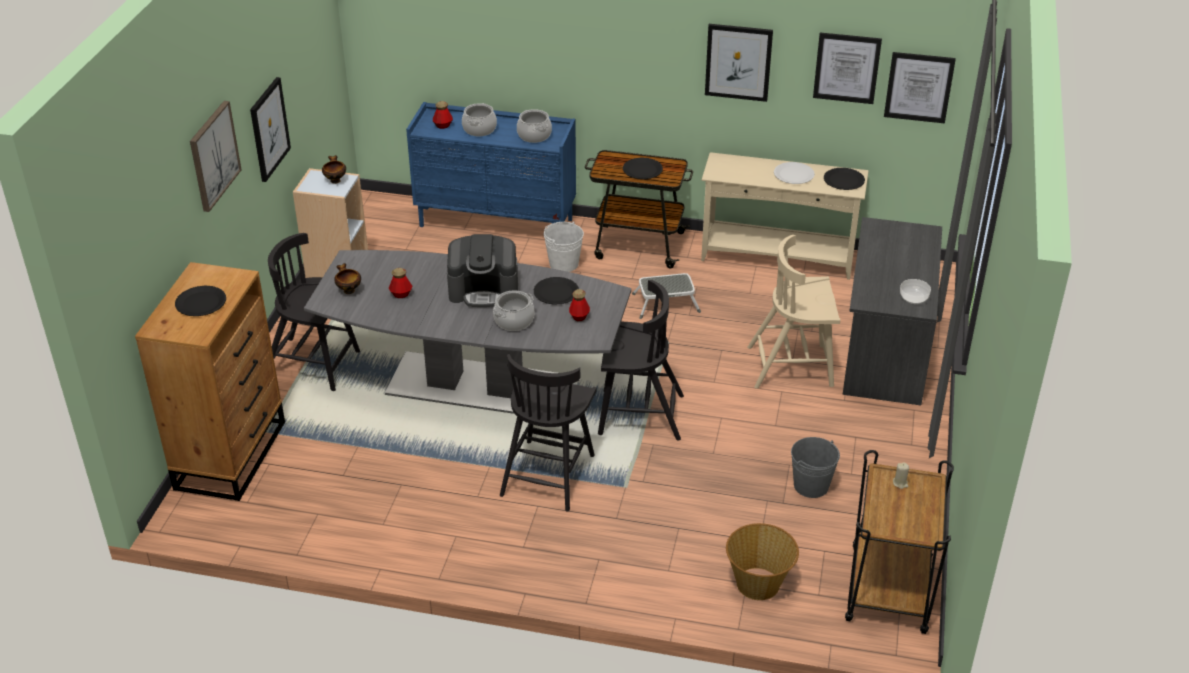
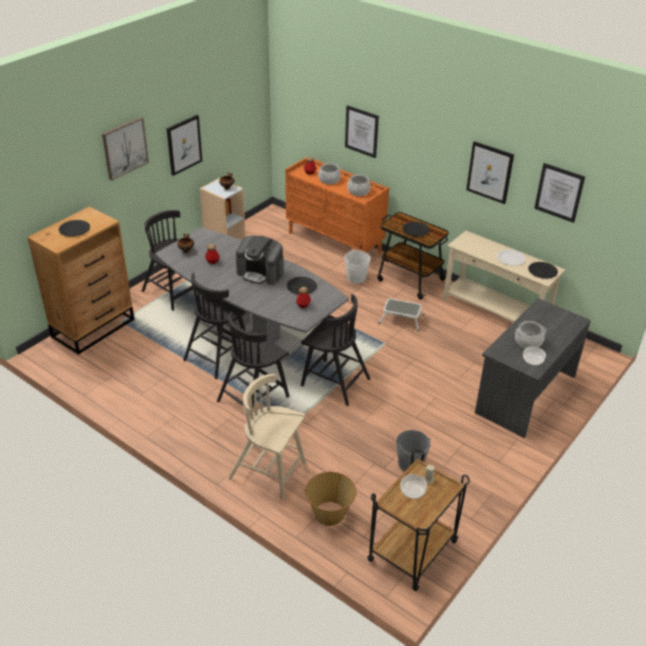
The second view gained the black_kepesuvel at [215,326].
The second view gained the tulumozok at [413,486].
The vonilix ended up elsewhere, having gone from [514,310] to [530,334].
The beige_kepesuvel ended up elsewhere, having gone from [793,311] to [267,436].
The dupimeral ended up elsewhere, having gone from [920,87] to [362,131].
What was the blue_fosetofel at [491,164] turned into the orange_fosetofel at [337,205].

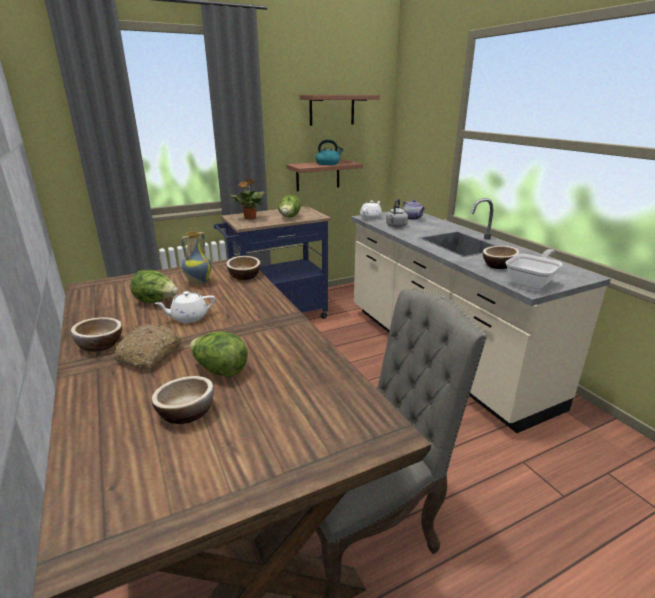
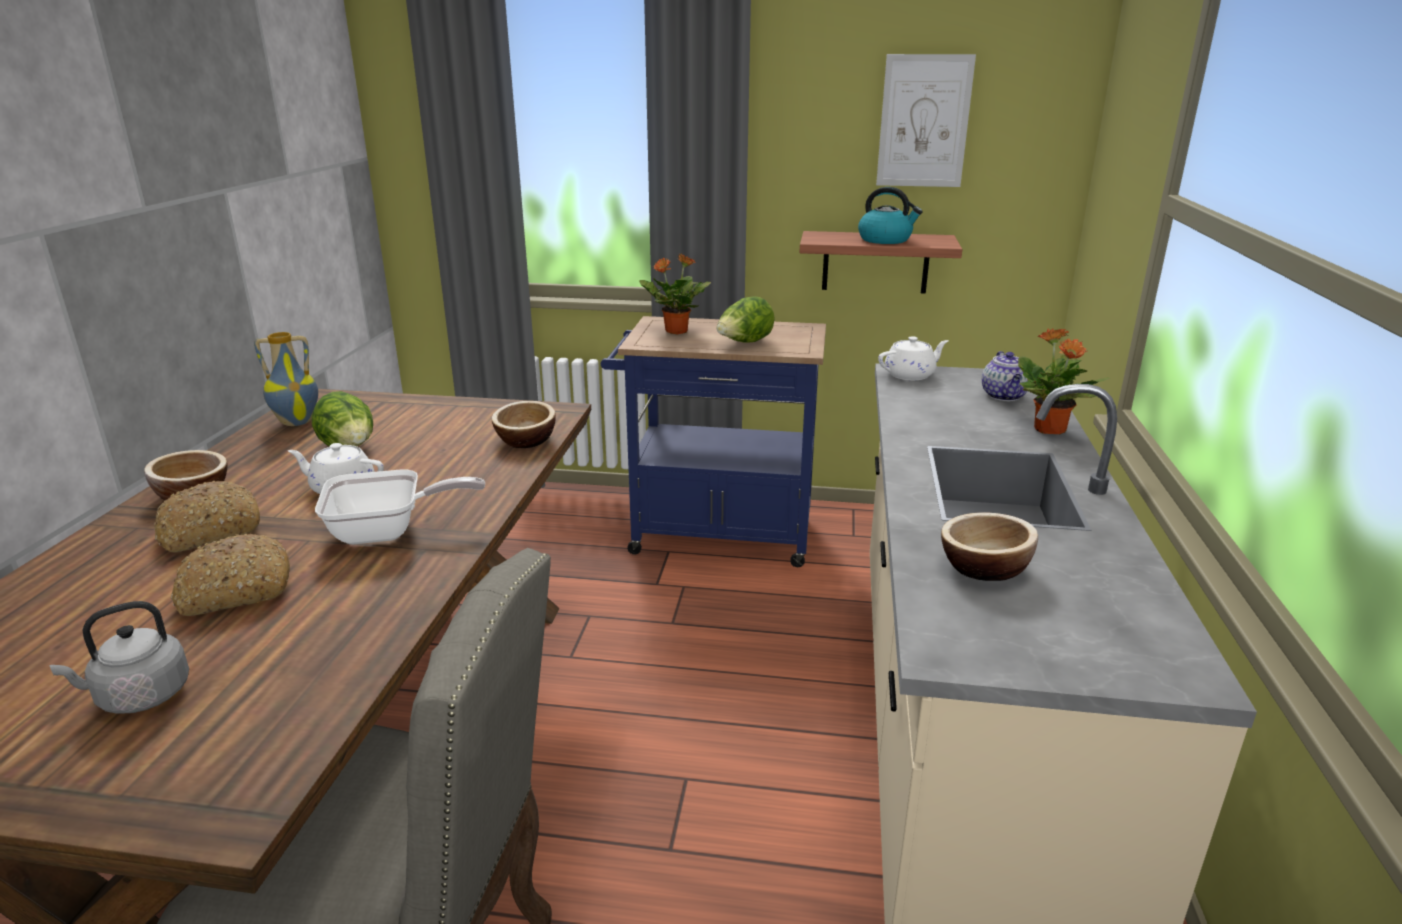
The second view lost the tulumozok at [182,400].
The second view gained the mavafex at [1064,381].
The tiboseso ended up elsewhere, having gone from [196,258] to [286,379].
The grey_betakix ended up elsewhere, having gone from [397,213] to [119,657].
The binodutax ended up elsewhere, having gone from [534,269] to [400,507].
Where the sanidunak stood at [219,354], the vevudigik came to stand at [230,575].
Where the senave hung at [340,110], the dupimeral came to hang at [926,120].

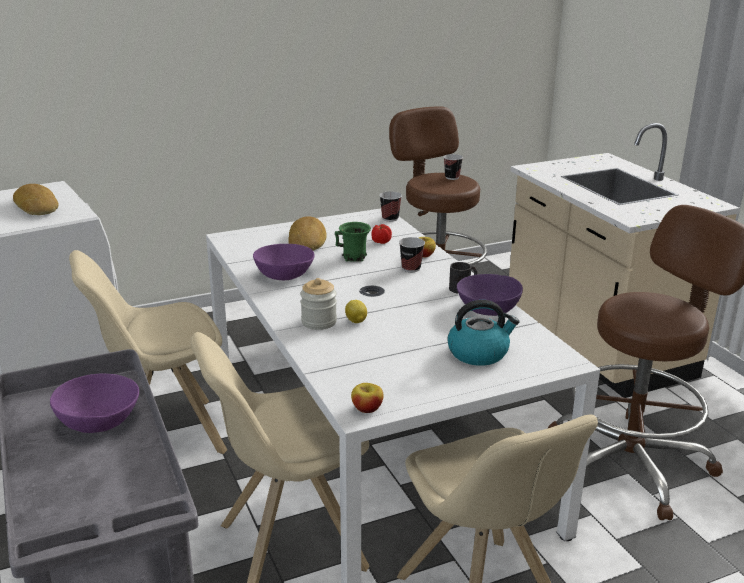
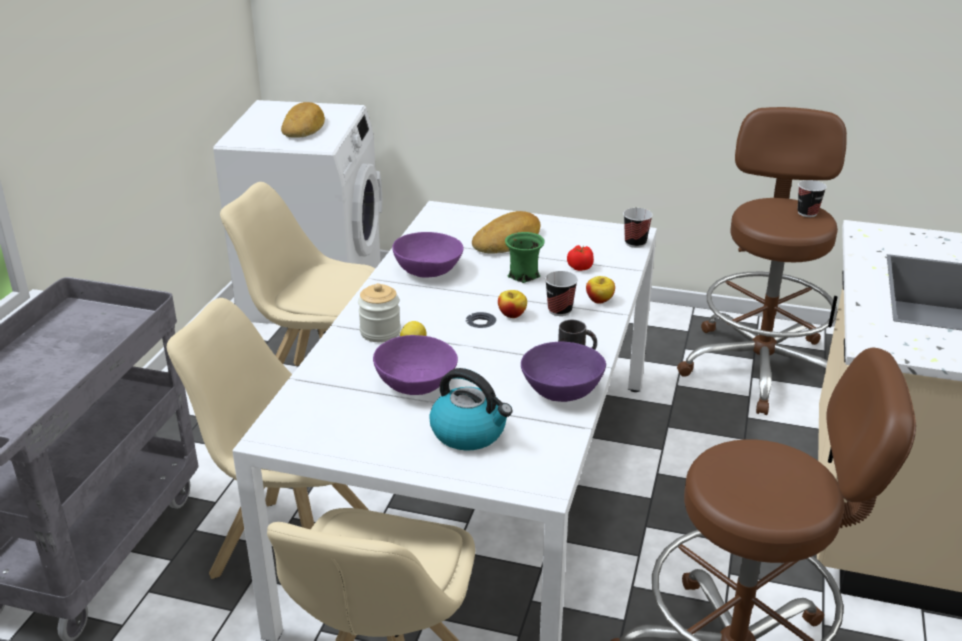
The purple_tulumozok ended up elsewhere, having gone from [94,403] to [415,365].
The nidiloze ended up elsewhere, having gone from [367,398] to [512,304].

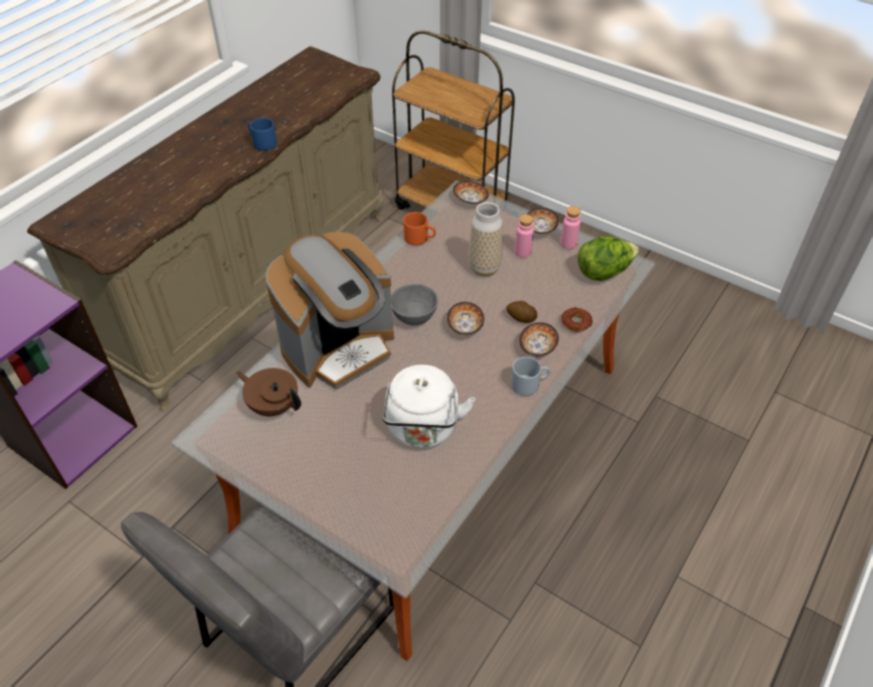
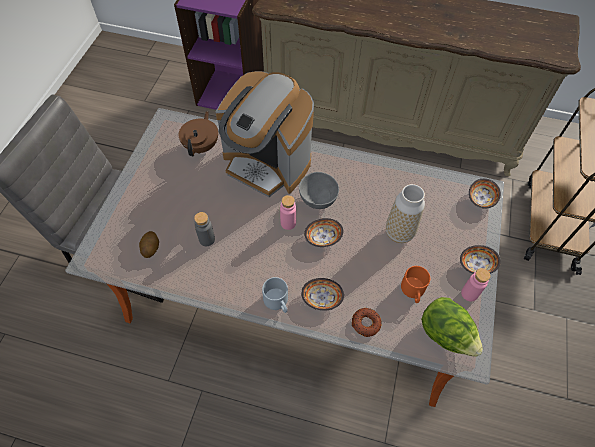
The second view lost the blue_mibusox at [262,134].
The orange_mibusox ended up elsewhere, having gone from [419,228] to [415,284].
The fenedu ended up elsewhere, having gone from [521,312] to [149,244].
The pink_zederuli ended up elsewhere, having gone from [524,236] to [288,212].
Where the white_betakix stood at [429,406], the grey_zederuli came to stand at [204,229].

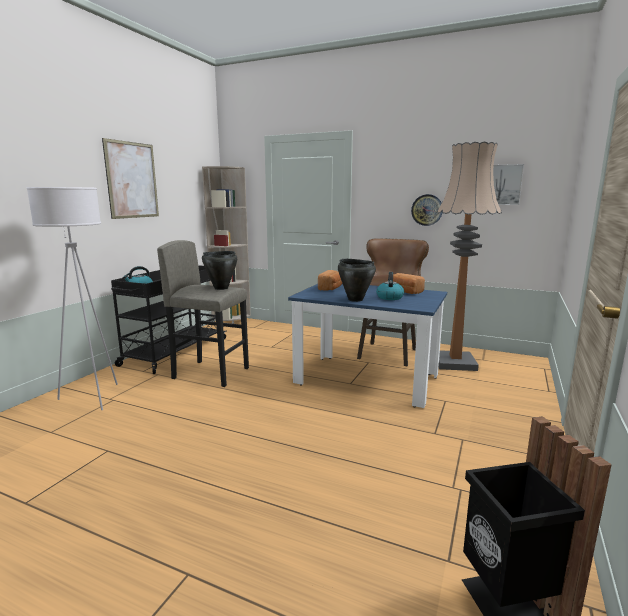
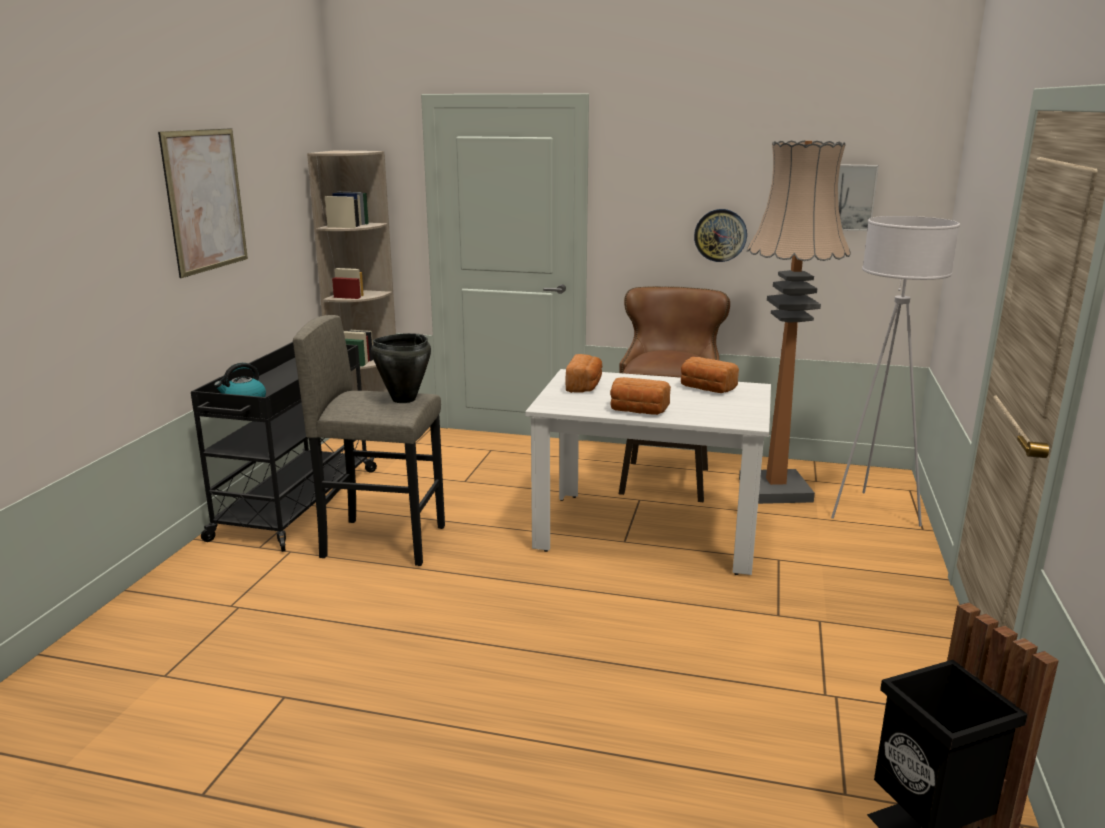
The second view lost the betakix at [390,286].
The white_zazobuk ended up elsewhere, having gone from [72,298] to [895,371].
Where the black_vonilix stood at [357,280], the vevudigik came to stand at [640,396].
What was the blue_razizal at [367,346] turned into the white_razizal at [648,472].

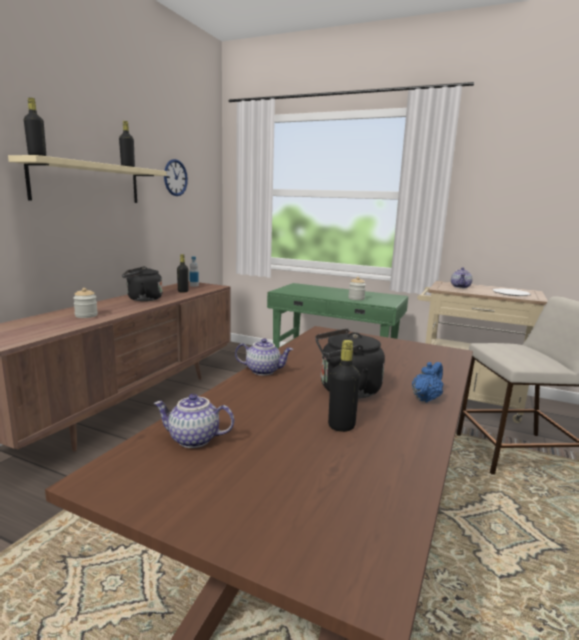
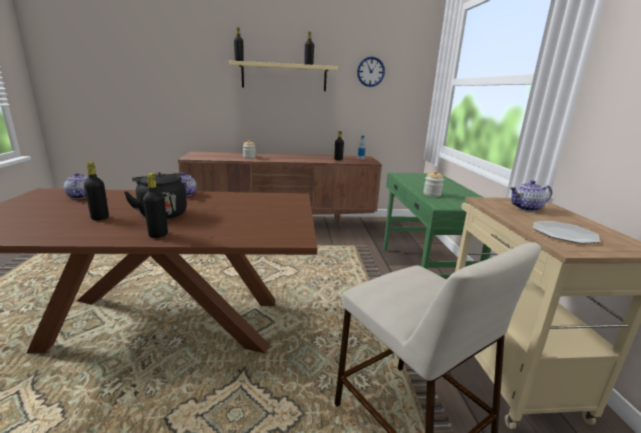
The second view lost the black_betakix at [142,283].
Where the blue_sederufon stood at [428,382], the black_zederuli came to stand at [155,205].

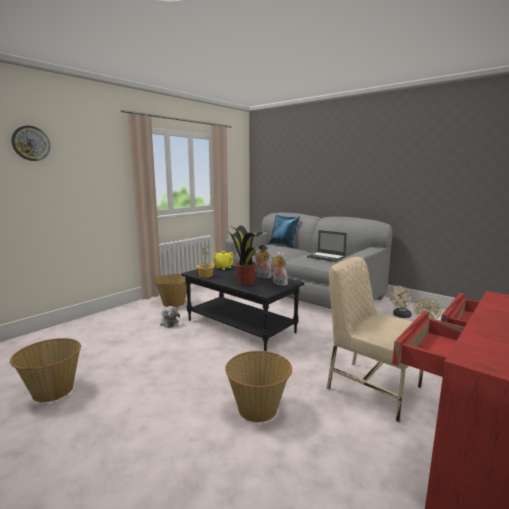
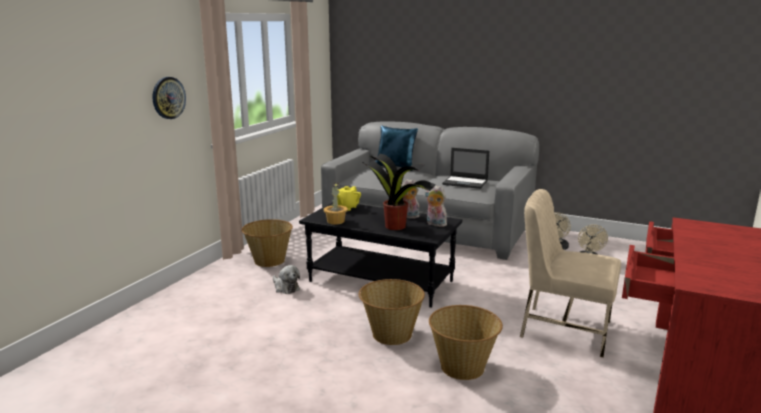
The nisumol ended up elsewhere, having gone from [45,370] to [392,312].
The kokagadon ended up elsewhere, having gone from [30,143] to [169,98].

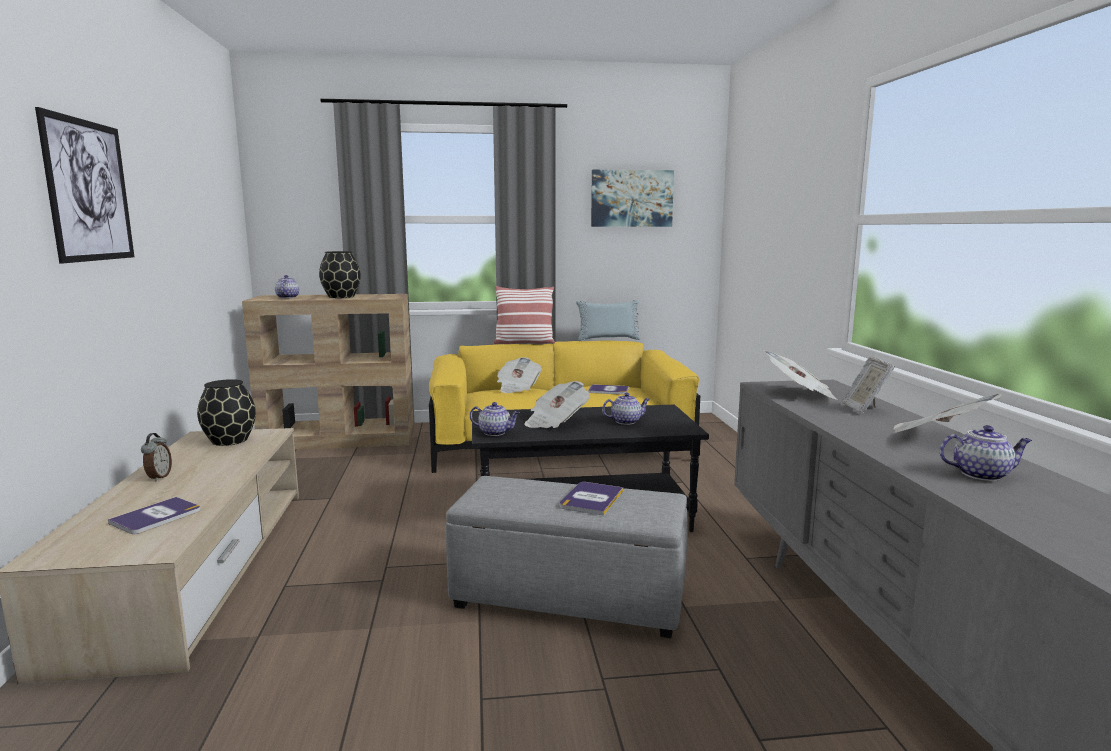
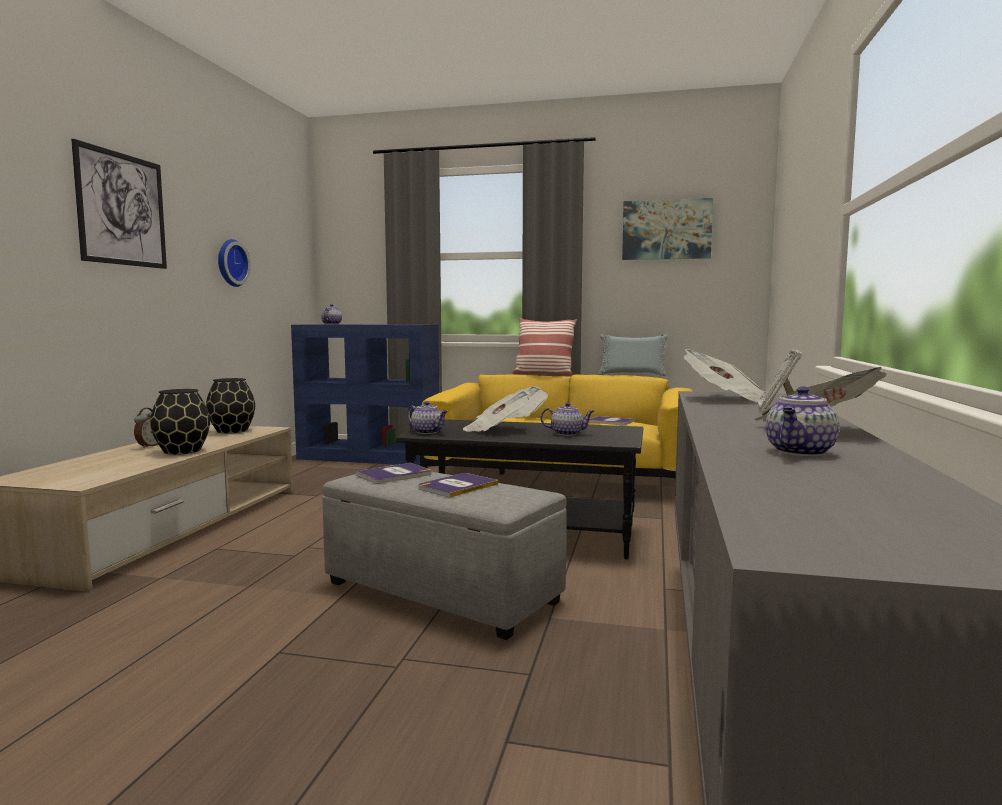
The second view gained the kokagadon at [234,263].
The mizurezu ended up elsewhere, having gone from [154,515] to [393,473].
The black_tiboseso ended up elsewhere, having gone from [340,274] to [180,422].
What was the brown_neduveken at [328,372] turned into the blue_neduveken at [365,395].
The sederufon at [985,453] ended up facing another way, 105 degrees clockwise from before.

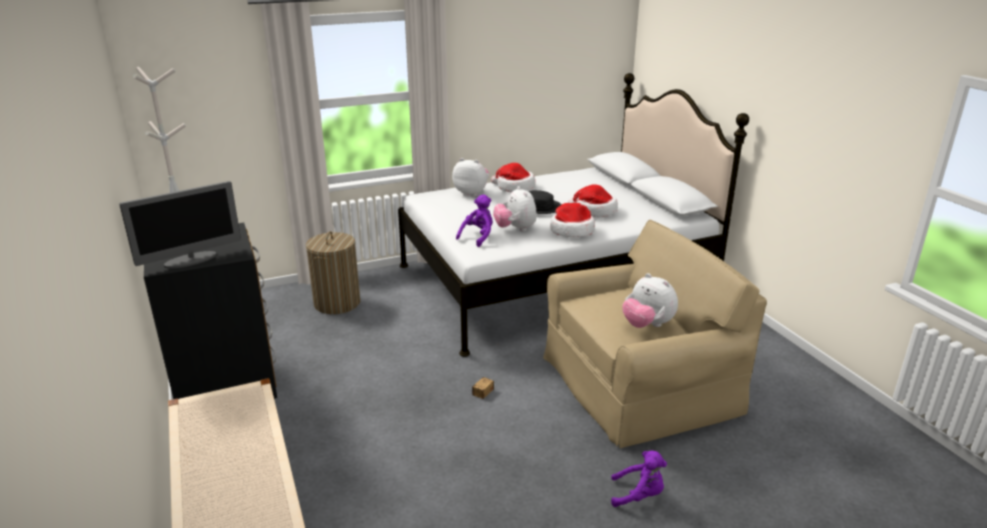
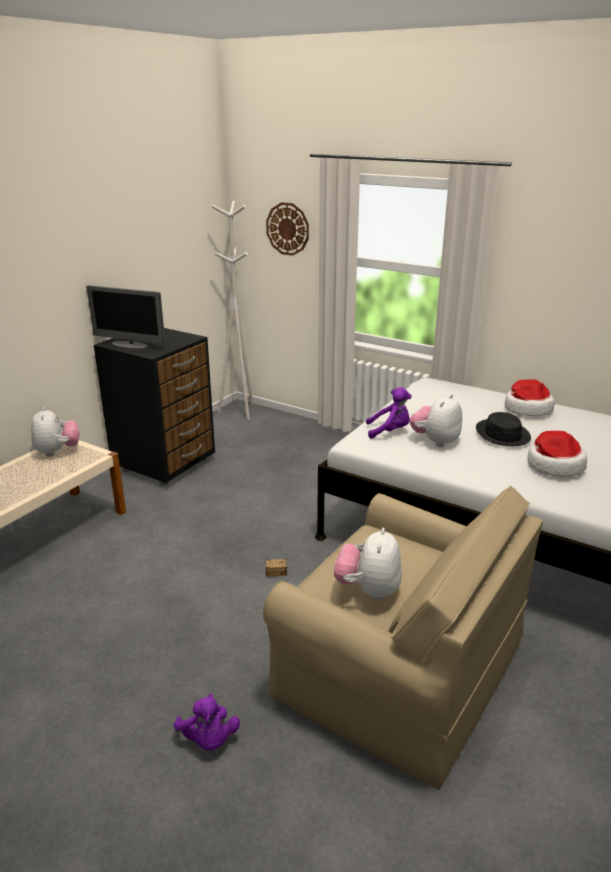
The second view lost the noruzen at [333,272].
The second view lost the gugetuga at [572,220].
The second view gained the kokagadon at [287,229].
The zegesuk ended up elsewhere, having gone from [470,177] to [55,432].

